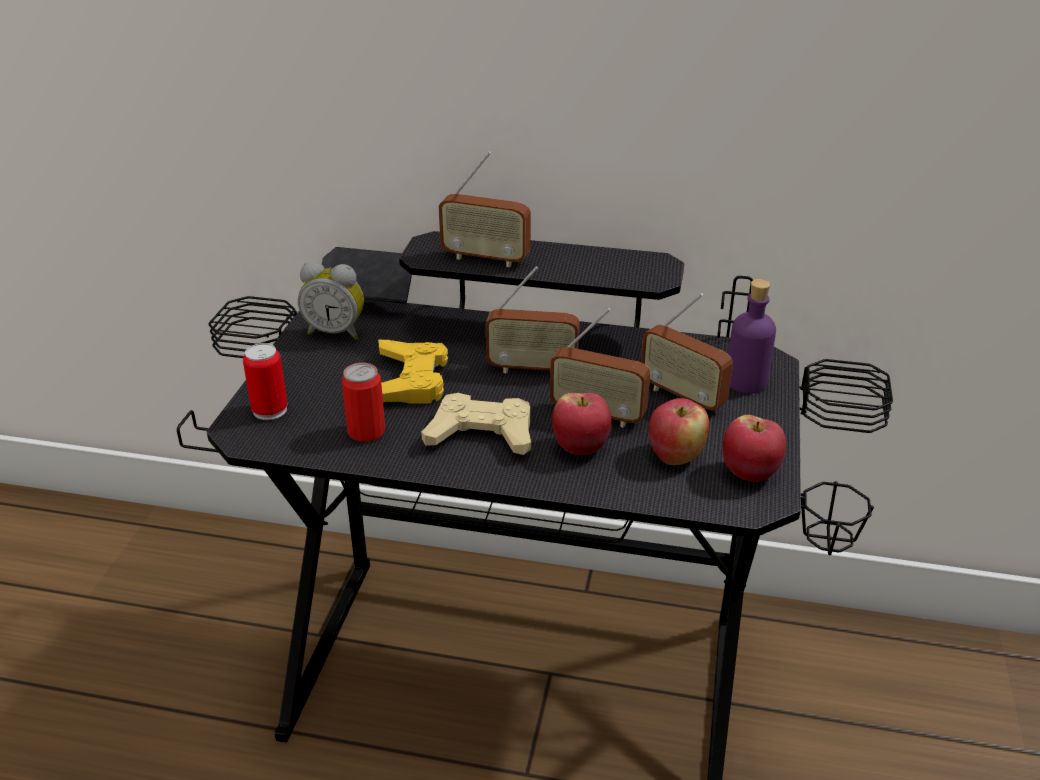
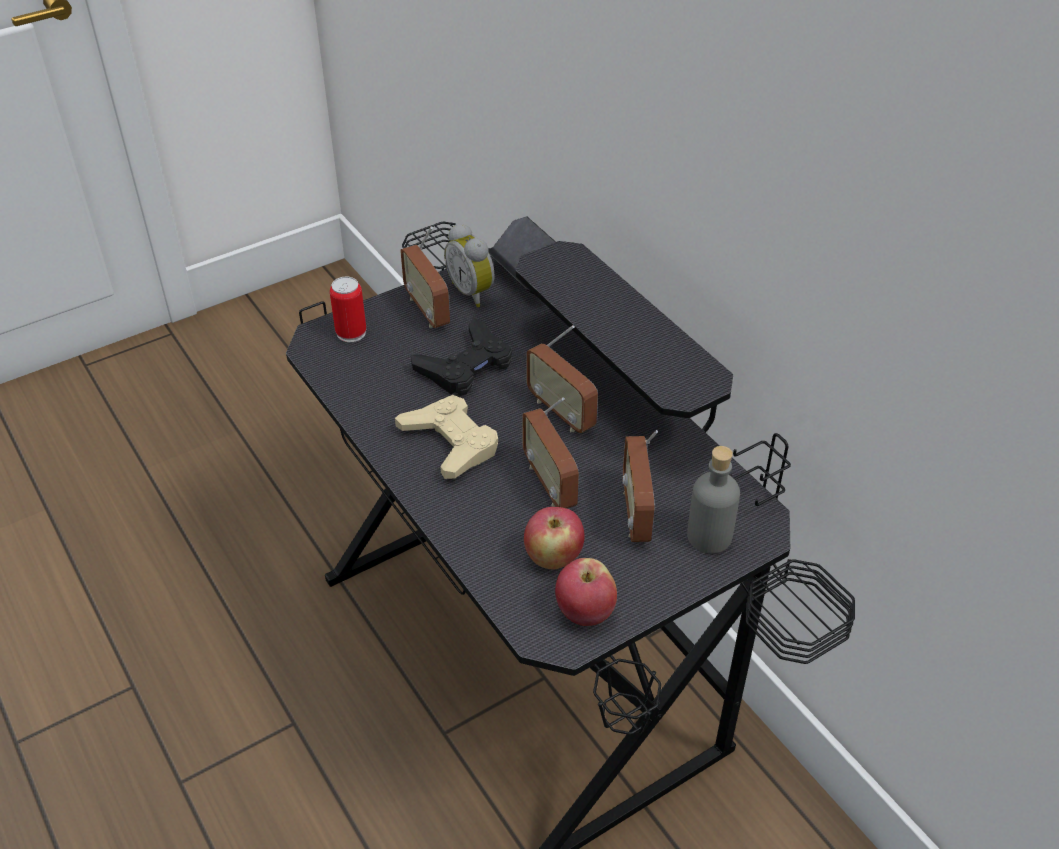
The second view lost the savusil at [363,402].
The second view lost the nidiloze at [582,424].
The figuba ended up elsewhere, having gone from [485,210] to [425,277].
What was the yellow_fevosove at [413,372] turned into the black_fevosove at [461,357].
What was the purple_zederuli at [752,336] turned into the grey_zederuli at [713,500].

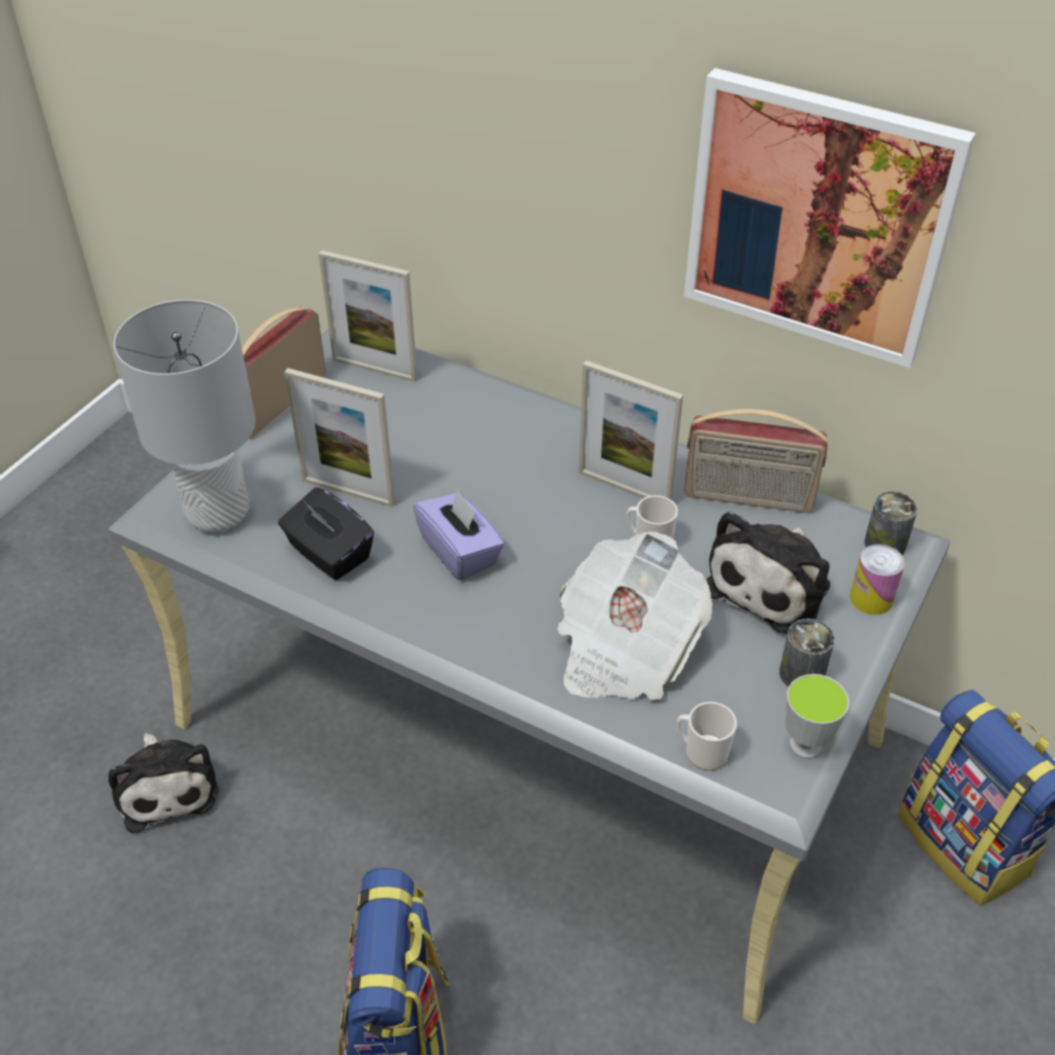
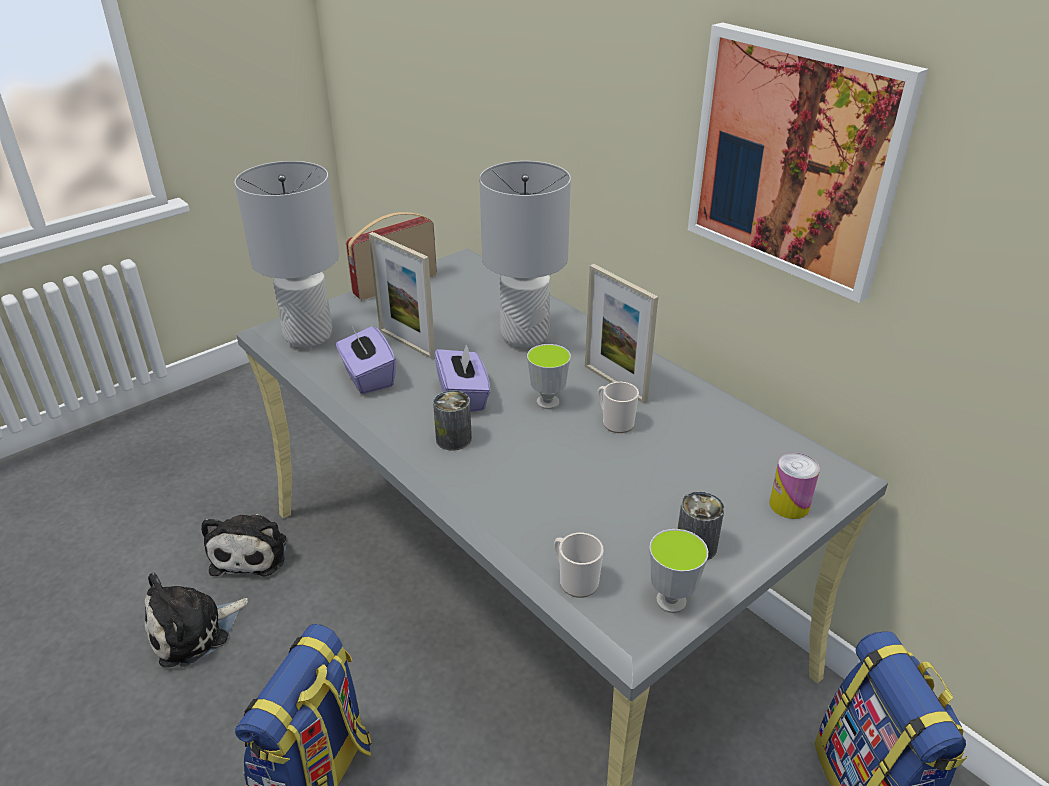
The second view lost the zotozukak at [368,316].
The second view lost the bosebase at [635,615].
The second view lost the figuba at [756,461].
The second view gained the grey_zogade at [525,254].
The second view gained the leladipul at [549,376].
The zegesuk ended up elsewhere, having gone from [768,572] to [196,620].
The savusil ended up elsewhere, having gone from [891,523] to [452,420].
What was the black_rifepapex at [326,533] turned into the purple_rifepapex at [366,360].

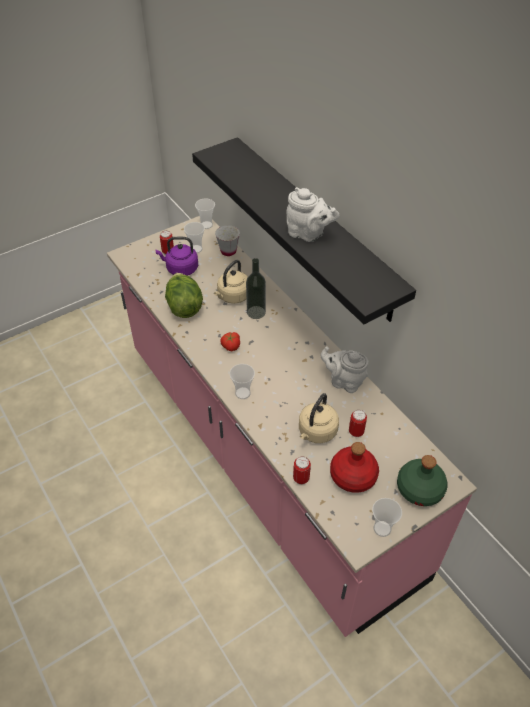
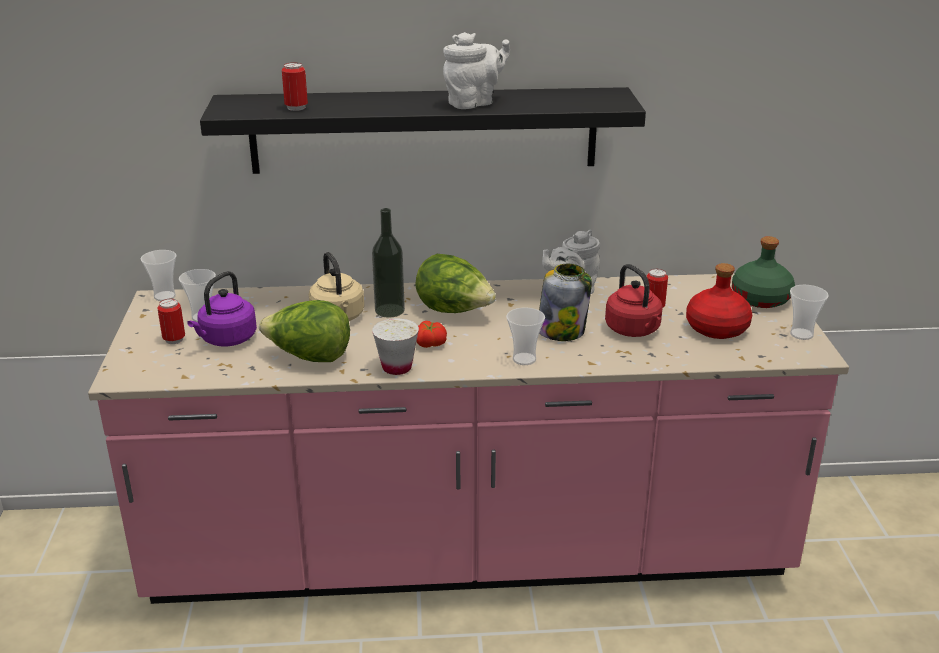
The second view gained the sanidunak at [455,283].
The second view gained the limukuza at [565,302].
The white_leladipul ended up elsewhere, having gone from [227,240] to [395,346].
The savusil ended up elsewhere, having gone from [302,470] to [295,86].
What was the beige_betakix at [319,418] turned into the red_betakix at [634,300].

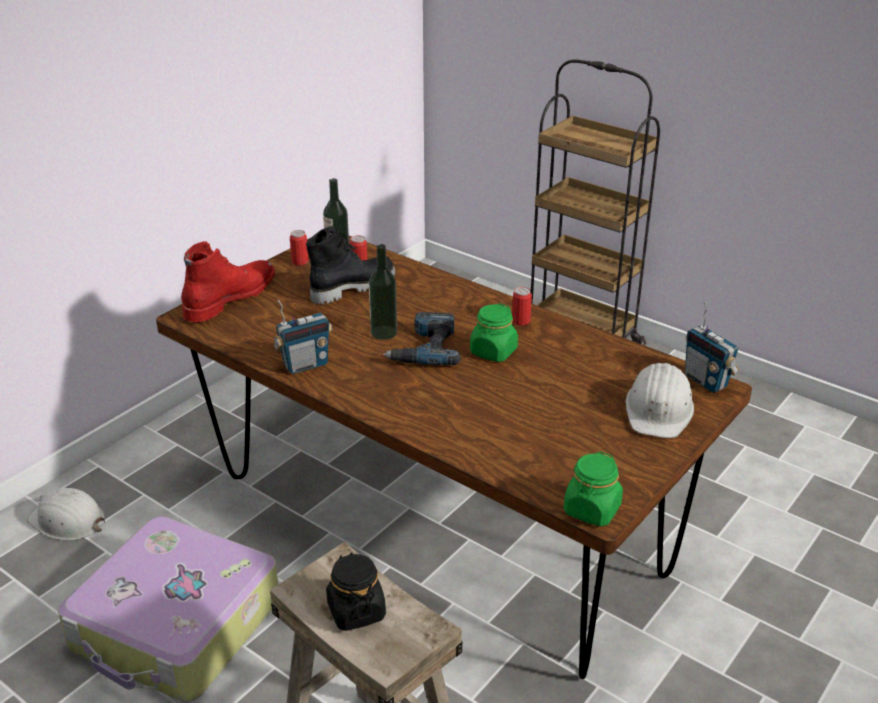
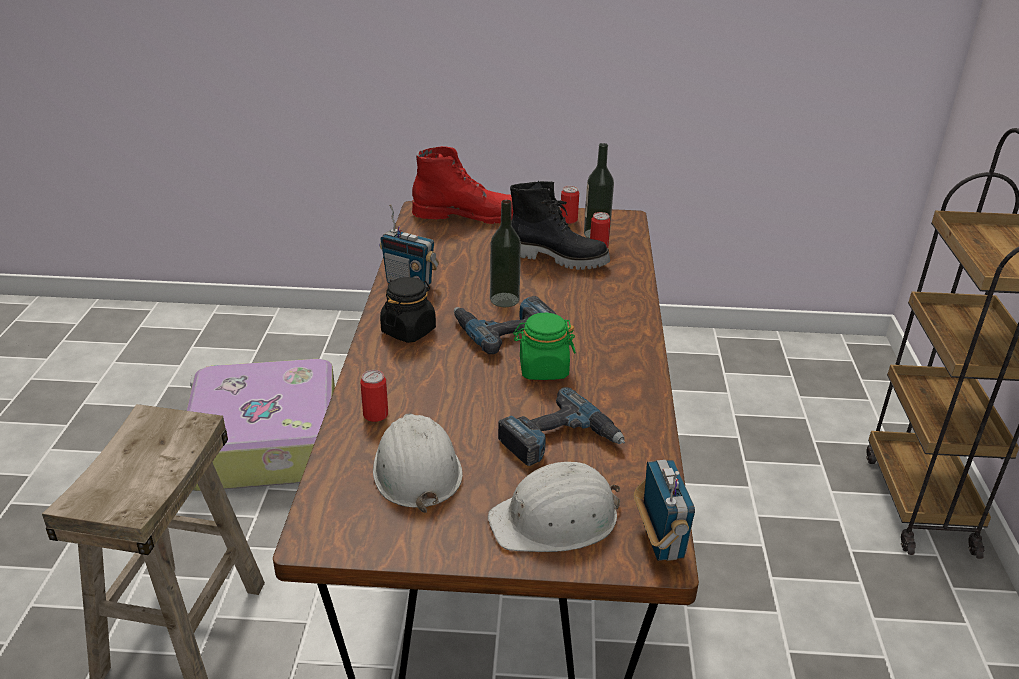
The second view lost the green_limukuza at [593,488].
The second view gained the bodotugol at [561,426].
The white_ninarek ended up elsewhere, having gone from [66,514] to [418,463].
The black_limukuza ended up elsewhere, having gone from [356,591] to [408,310].
The savusil ended up elsewhere, having gone from [522,306] to [374,396].
The figuba at [712,347] ended up facing another way, 150 degrees clockwise from before.

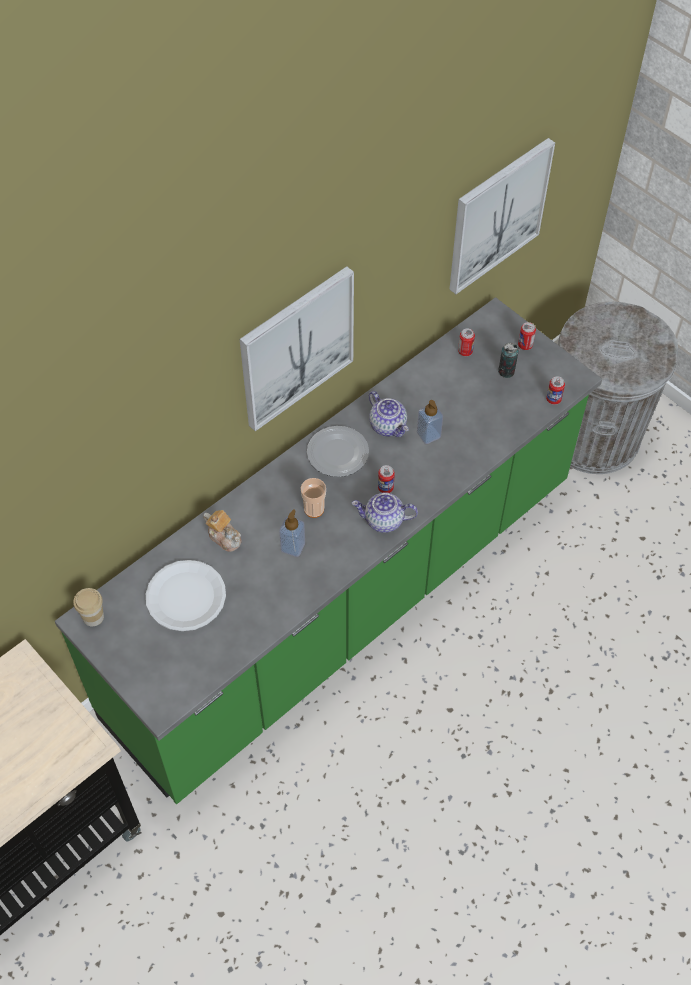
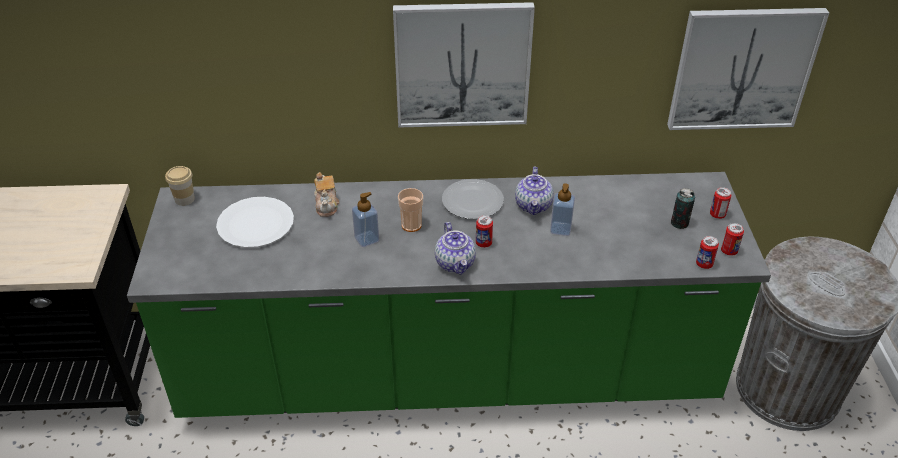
The savusil ended up elsewhere, having gone from [466,342] to [732,239].
The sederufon at [385,513] ended up facing another way, 150 degrees counterclockwise from before.

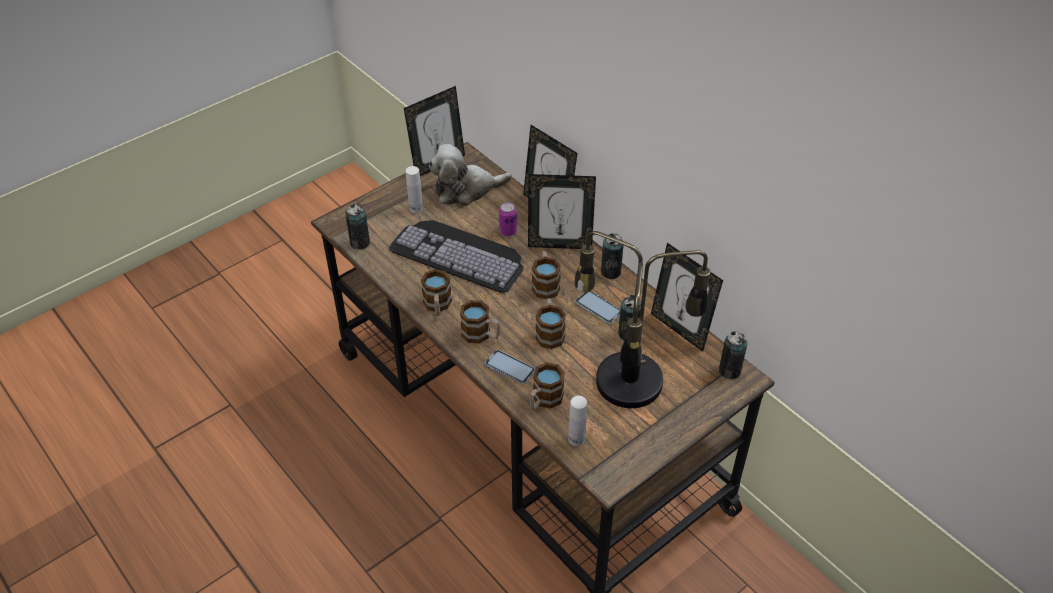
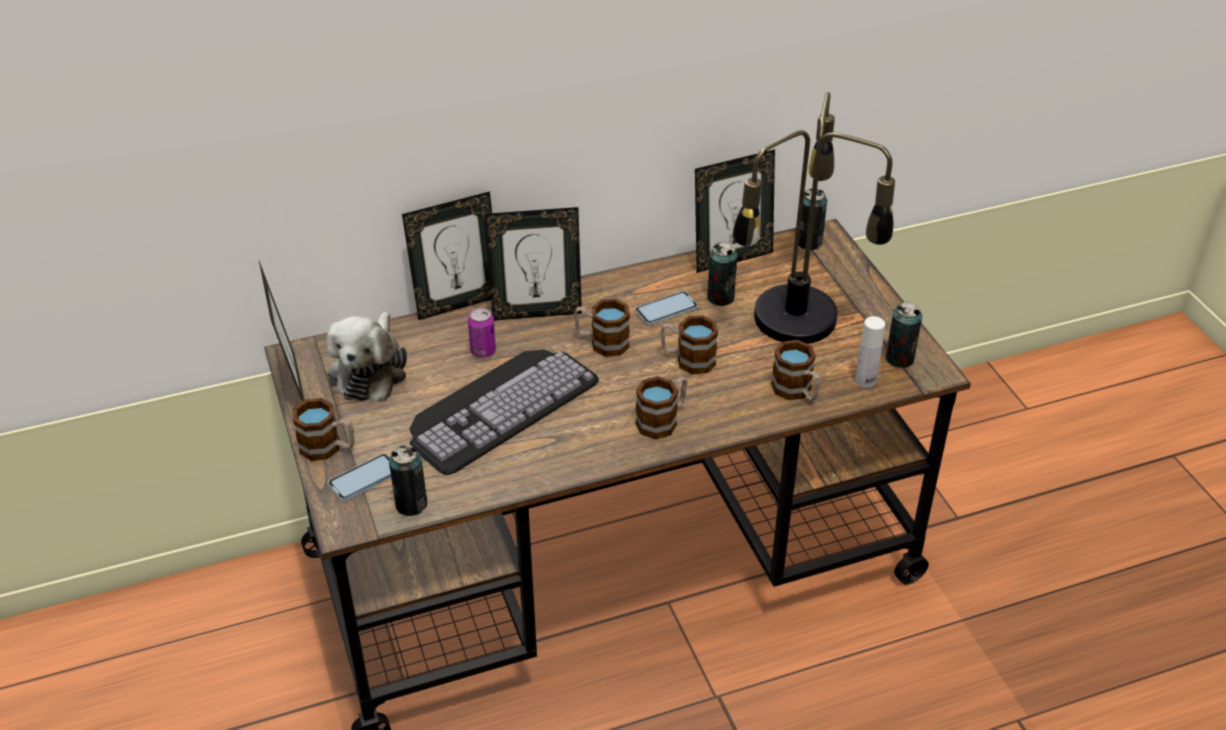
The second view lost the white_zederuli at [414,189].
The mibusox ended up elsewhere, having gone from [436,292] to [324,429].
The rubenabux ended up elsewhere, having gone from [510,367] to [359,477].
The savusil ended up elsewhere, having gone from [612,256] to [904,335].
The zotozukak at [562,211] ended up facing another way, 60 degrees clockwise from before.

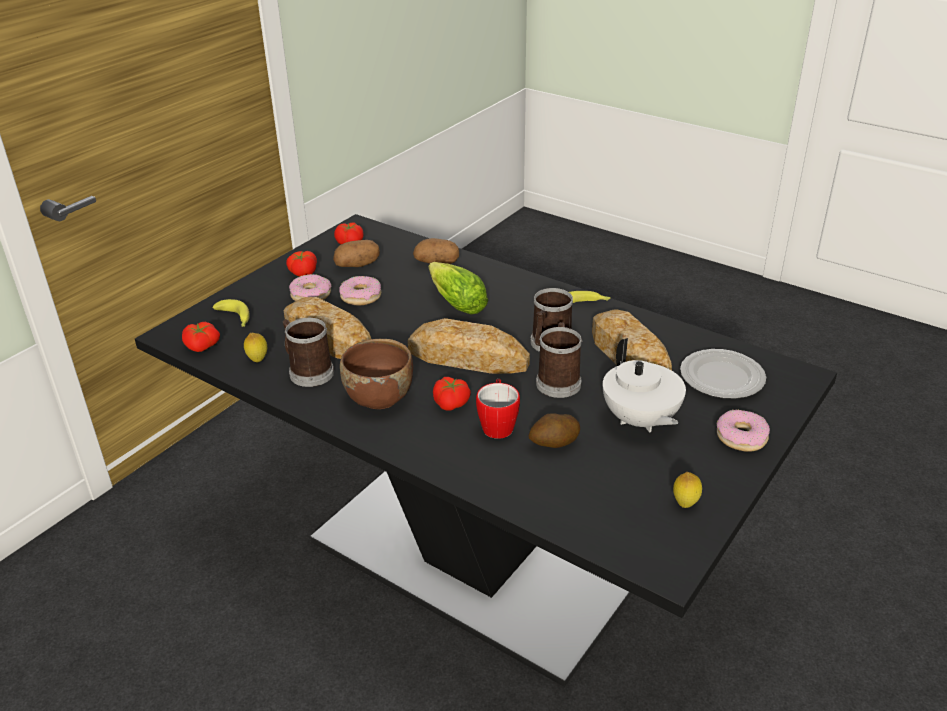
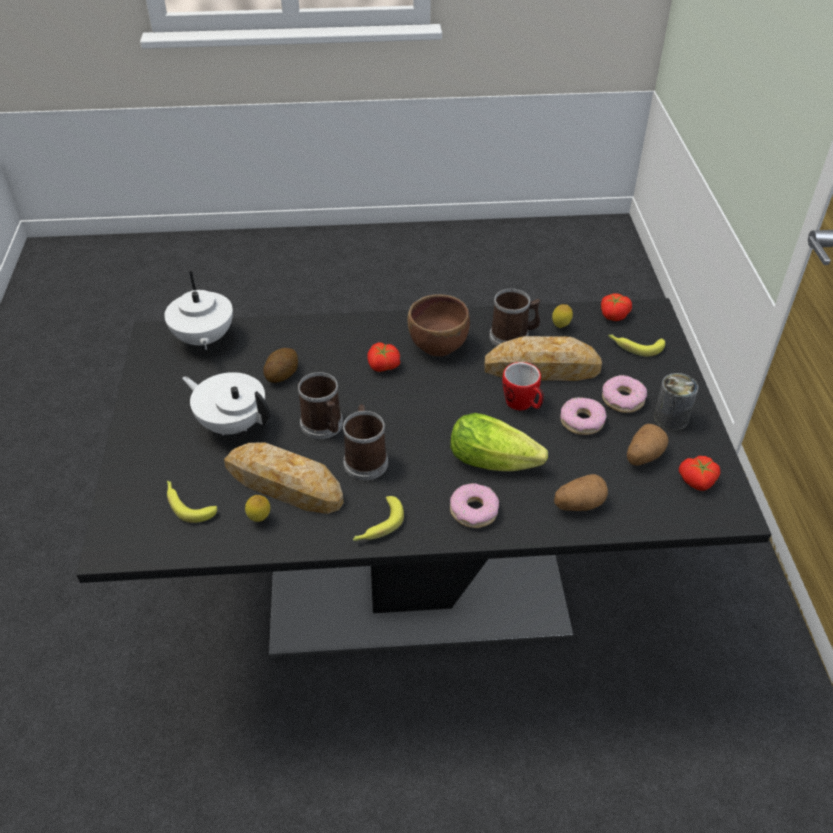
The second view lost the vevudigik at [469,346].
The second view gained the white_sederufon at [198,310].
The mibusox ended up elsewhere, having gone from [498,408] to [523,386].
The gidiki ended up elsewhere, having gone from [687,490] to [257,508].
The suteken ended up elsewhere, having gone from [743,431] to [474,505].
Where the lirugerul stood at [301,263], the savusil came to stand at [676,402].
Where the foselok stood at [723,374], the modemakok came to stand at [192,502].

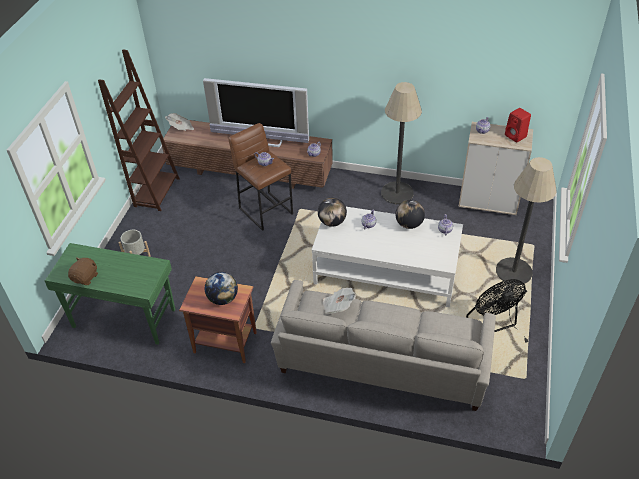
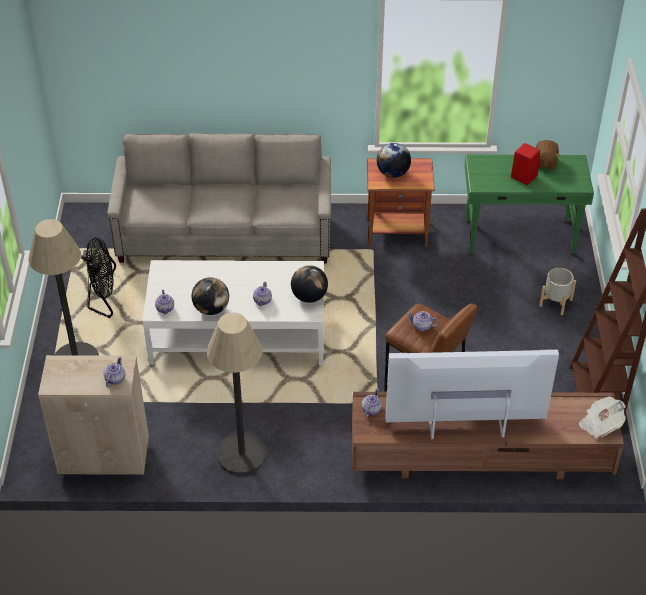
The second view lost the bosebase at [339,300].
The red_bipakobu ended up elsewhere, having gone from [518,125] to [525,164].
The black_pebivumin at [497,311] ended up facing another way, 60 degrees counterclockwise from before.

